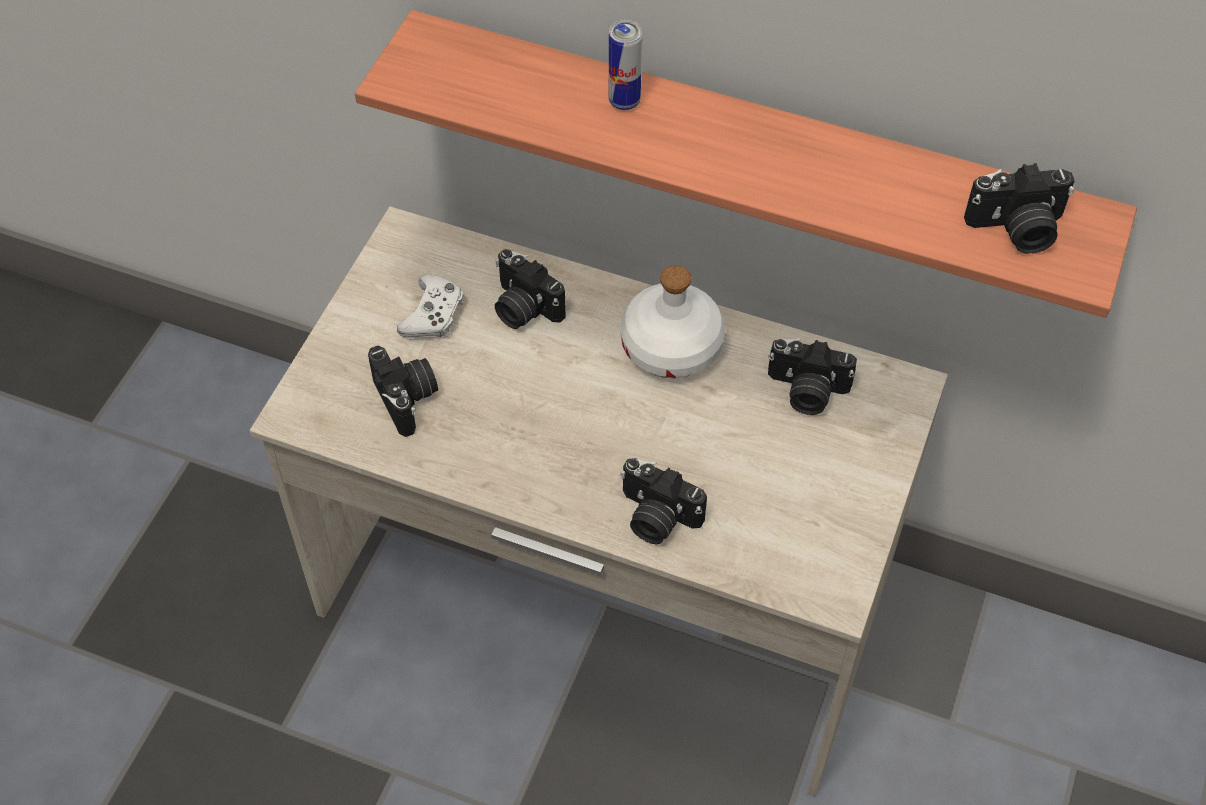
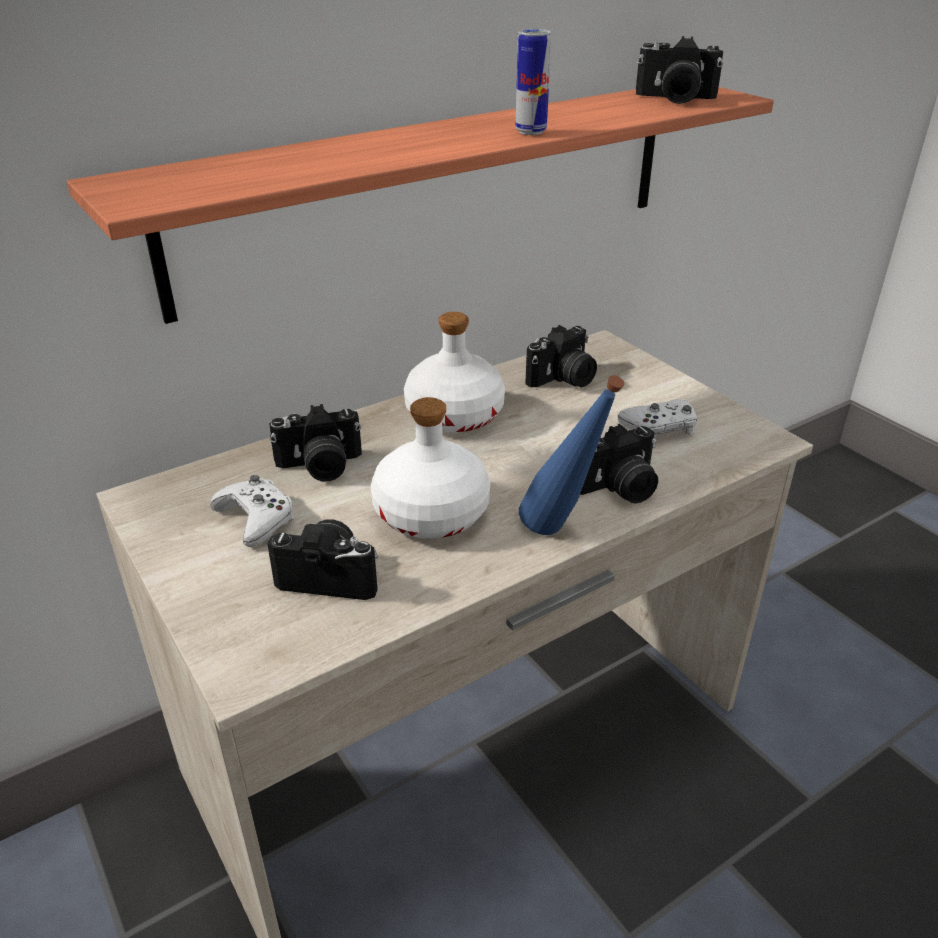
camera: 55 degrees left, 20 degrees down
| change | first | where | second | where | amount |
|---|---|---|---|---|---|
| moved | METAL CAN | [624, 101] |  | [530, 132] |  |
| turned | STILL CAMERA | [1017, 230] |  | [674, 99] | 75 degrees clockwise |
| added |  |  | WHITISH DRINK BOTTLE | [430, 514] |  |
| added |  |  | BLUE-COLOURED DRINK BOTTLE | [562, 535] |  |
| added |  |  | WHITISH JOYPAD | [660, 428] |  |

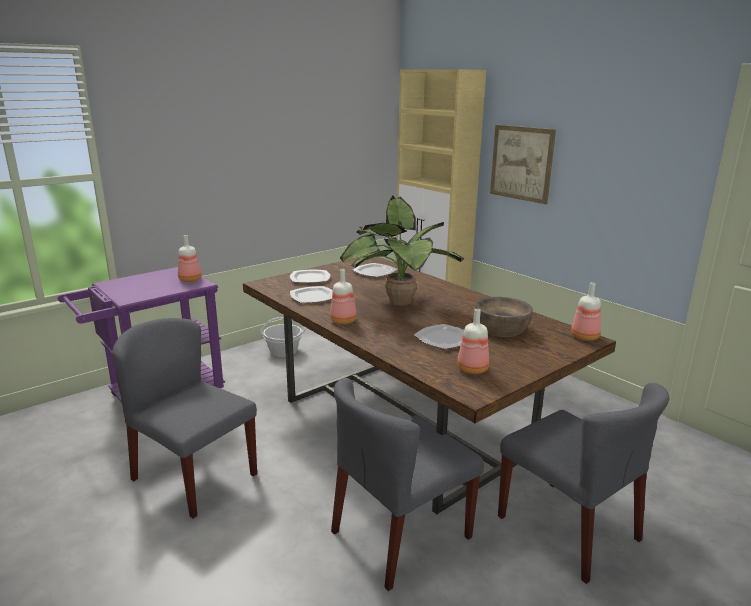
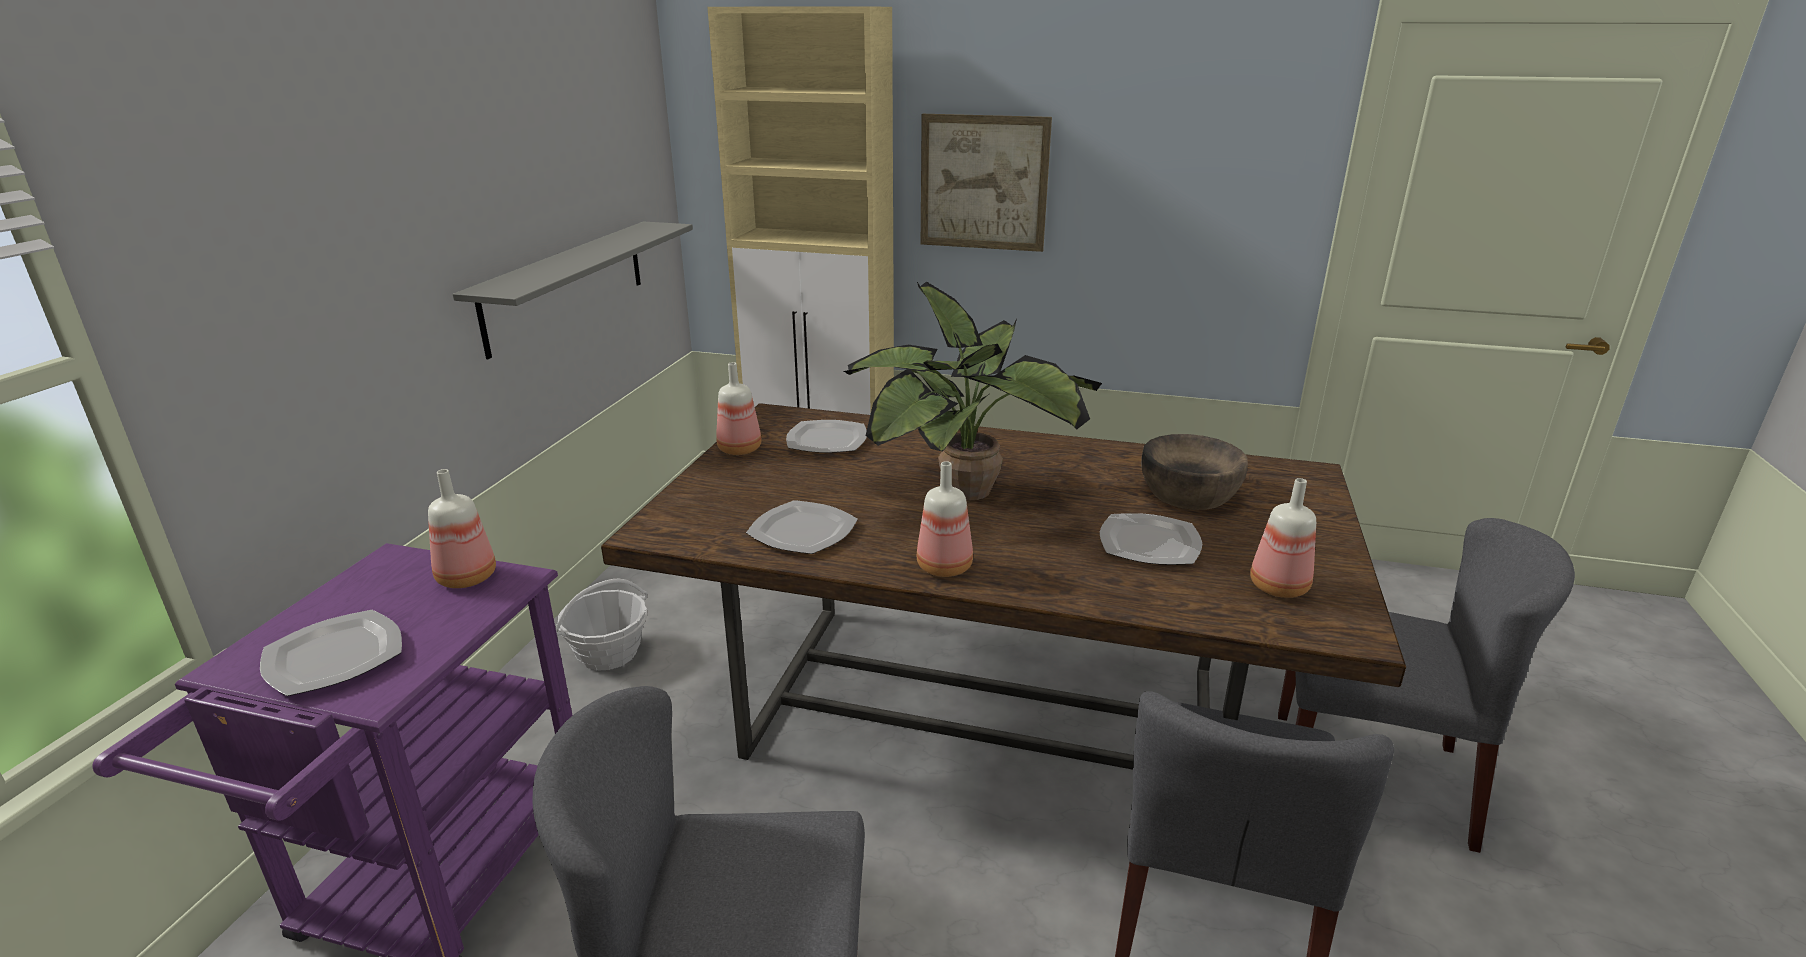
camera: 35 degrees left, 5 degrees up
| change | first | where | second | where | amount |
|---|---|---|---|---|---|
| moved | FLAT DISH | [310, 278] |  | [335, 655] |  |
| moved | DRINK BOTTLE | [585, 337] |  | [740, 449] |  |
| added |  |  | GREY BRACKET SHELF | [566, 285] |  |

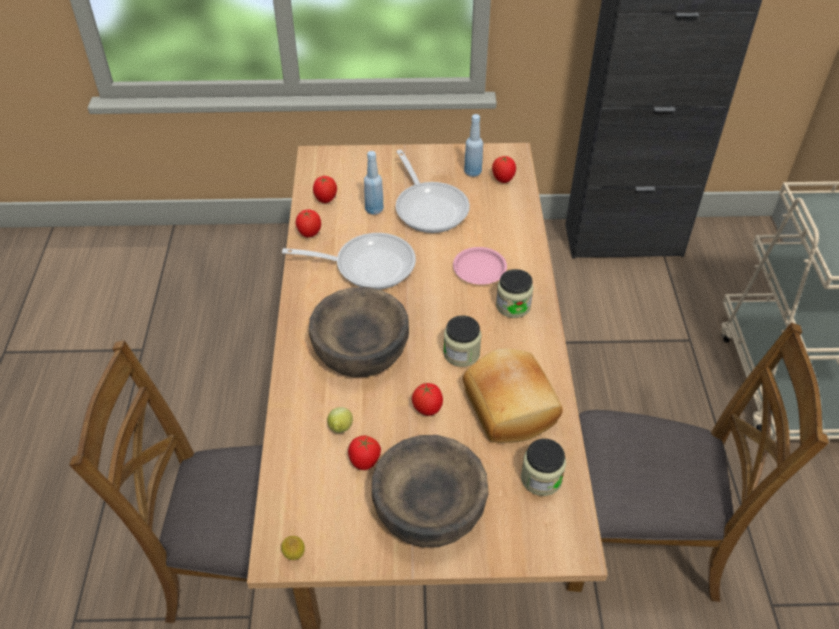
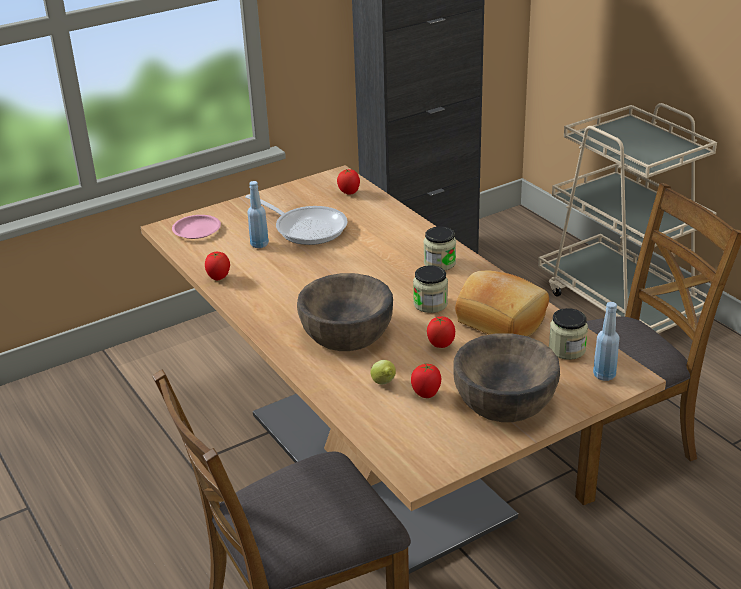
camera: 30 degrees left, 15 degrees down
| change | first | where | second | where | amount |
|---|---|---|---|---|---|
| removed | CITRUS FRUIT | [294, 556] |  |  |  |
| removed | PAN | [368, 265] |  |  |  |
| removed | FRESH TOMATO | [325, 200] |  |  |  |
| moved | PINKISH FLAT DISH | [479, 269] |  | [196, 230] |  |
| moved | BLUE-COLOURED DRINK BOTTLE | [472, 172] |  | [604, 375] |  |

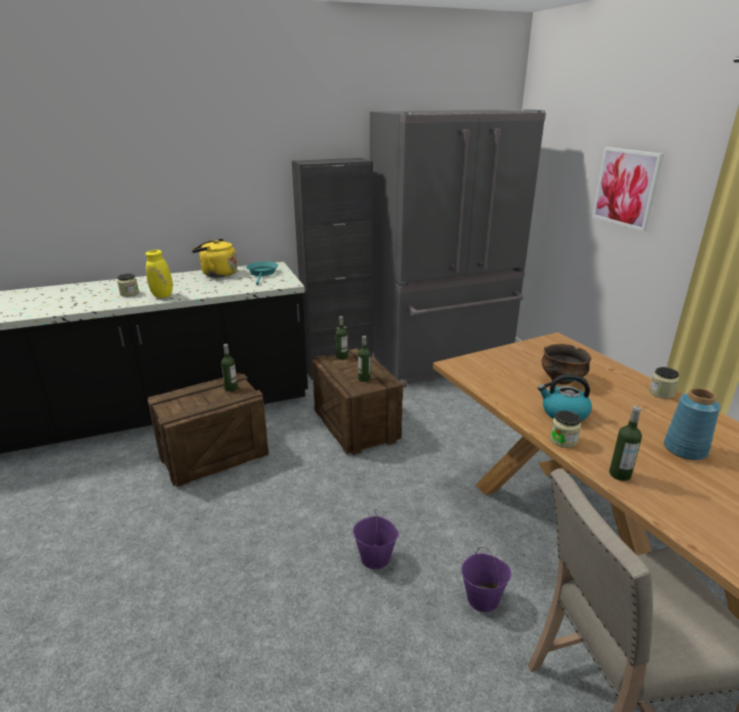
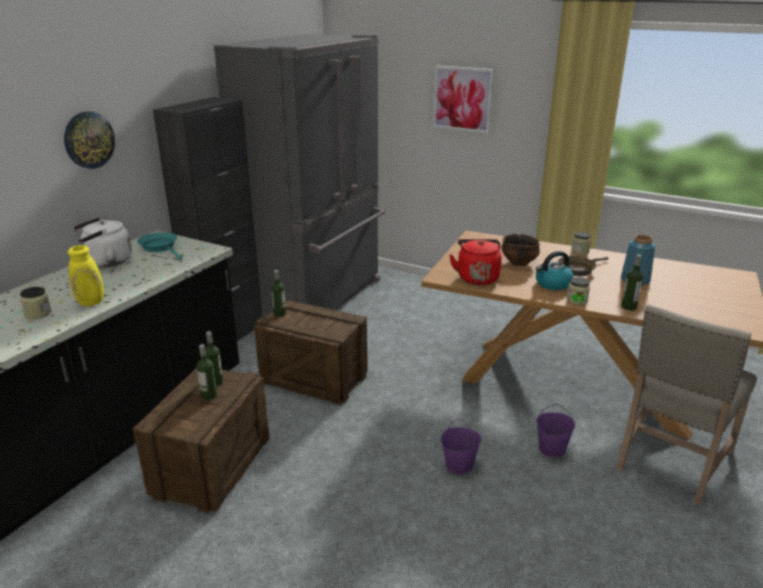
camera: 40 degrees left, 0 degrees up
| change | first | where | second | where | amount |
|---|---|---|---|---|---|
| recoloured | YELLOW-COLOURED WATER KETTLE | [217, 274] | WHITISH WATER KETTLE | [106, 262] |  |
| moved | DRINK BOTTLE | [364, 379] |  | [209, 396] |  |
| added |  |  | HANGING CLOCK | [89, 140] |  |
| added |  |  | REDDISH WATER KETTLE | [477, 277] |  |
| added |  |  | BROWNISH PAN | [578, 269] |  |

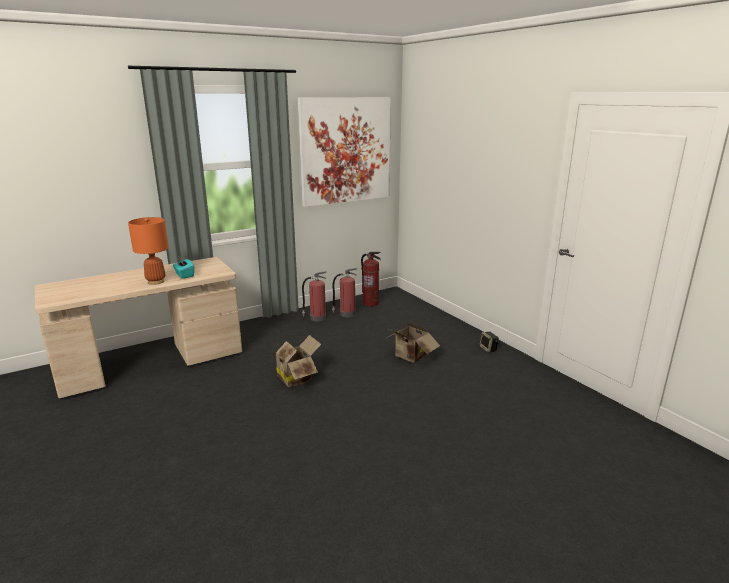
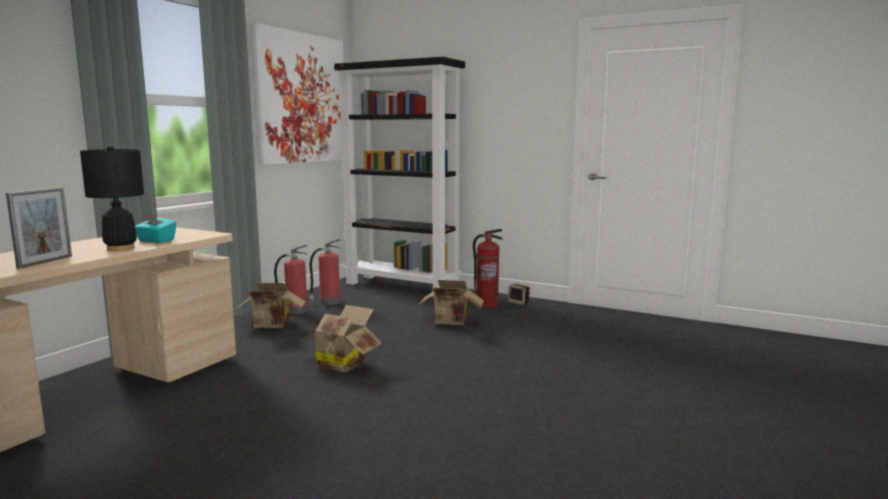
camera: 30 degrees left, 10 degrees down
| change | first | where | second | where | amount |
|---|---|---|---|---|---|
| recoloured | ORANGEY TABLETOP LAMP | [156, 282] | BLACKISH TABLETOP LAMP | [121, 248] |  |
| moved | FIRE-FIGHTING CYLINDER | [370, 303] |  | [487, 304] |  |
| added |  |  | PHOTO FRAME | [45, 262] |  |
| added |  |  | CARDBOARD BOX | [272, 325] |  |
| added |  |  | BLACKISH BOOKCASE | [403, 286] |  |

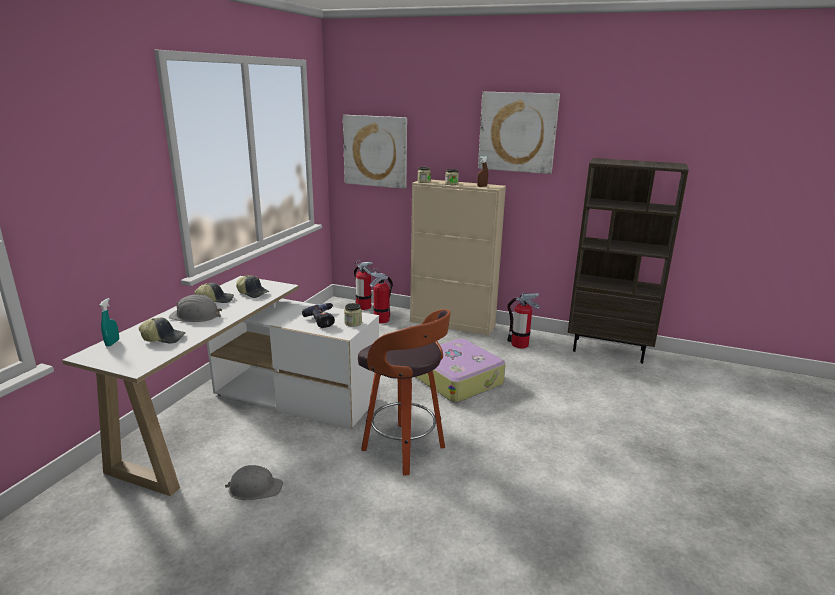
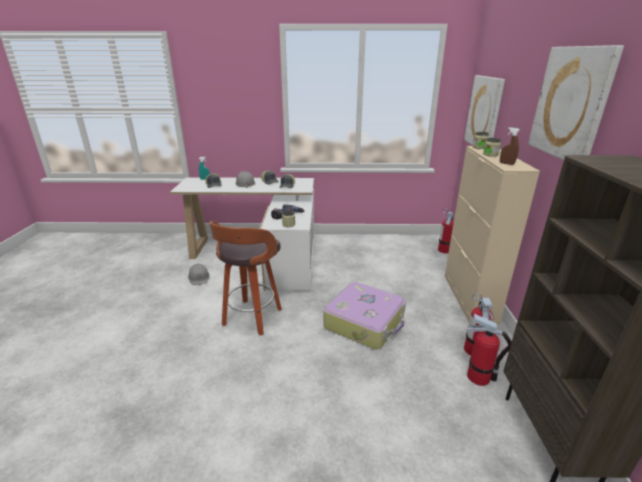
camera: 70 degrees right, 5 degrees up
| change | first | where | second | where | amount |
|---|---|---|---|---|---|
| moved | FIRE-FIGHTING CYLINDER | [381, 320] |  | [478, 377] |  |

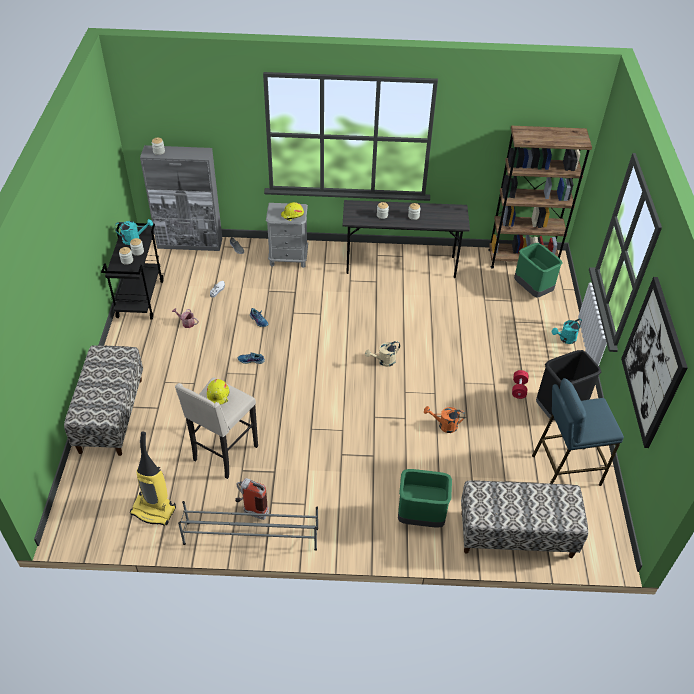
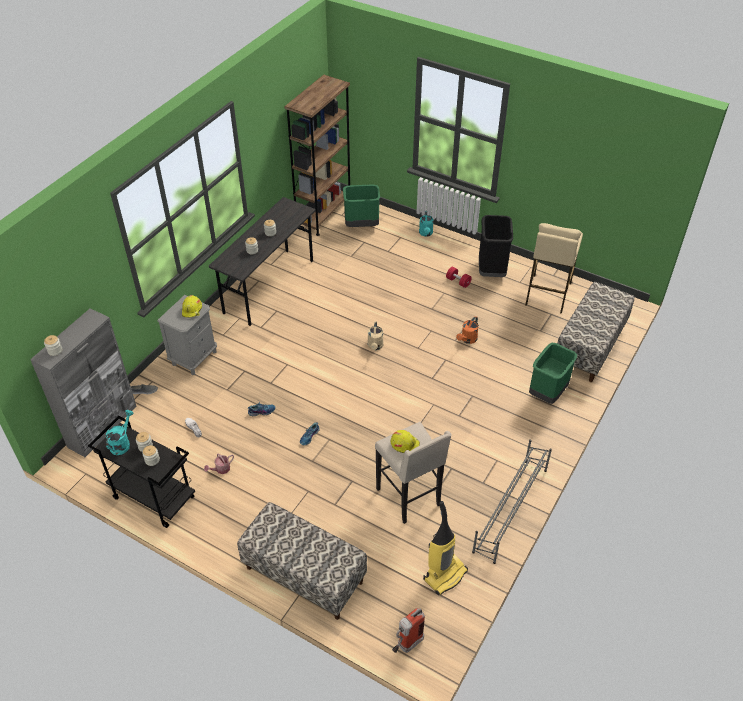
camera: 60 degrees left, 0 degrees up
| change | first | where | second | where | amount |
|---|---|---|---|---|---|
| moved | FIRE-FIGHTING CYLINDER | [251, 511] |  | [406, 645] |  |
| recoloured | BLUE-COLOURED SITTING STOOL | [565, 469] | BEIGE SITTING STOOL | [547, 294] |  |
| removed | WALL ART | [653, 362] |  |  |  |

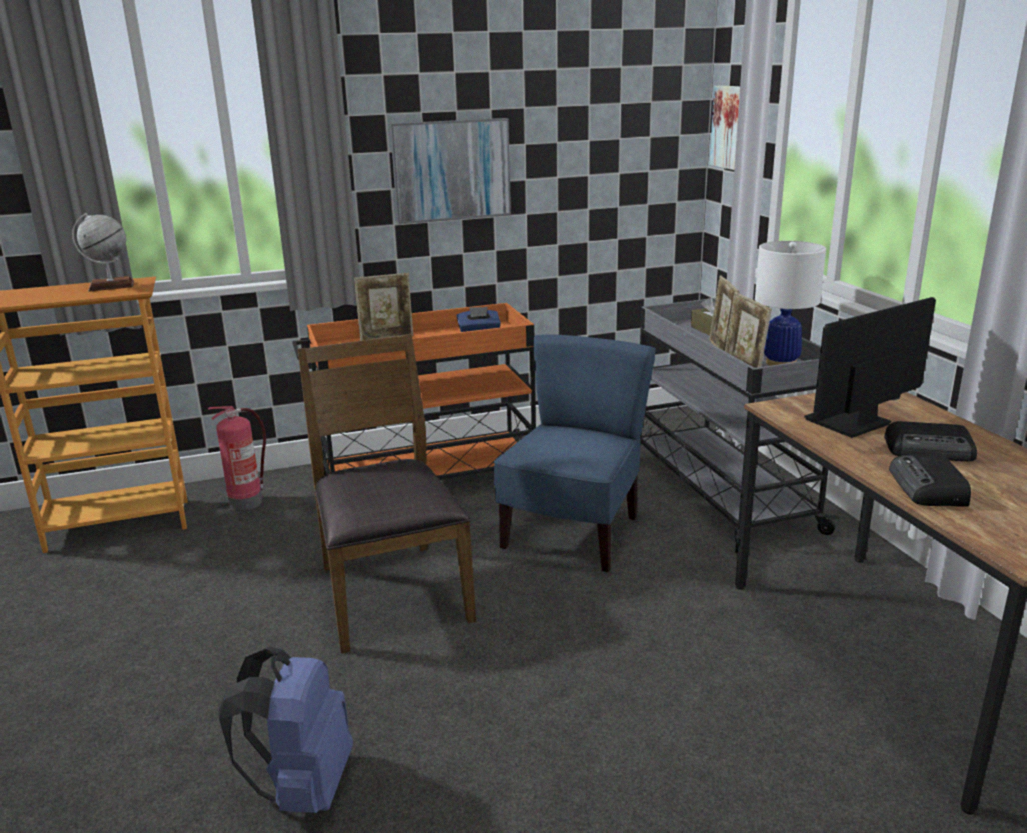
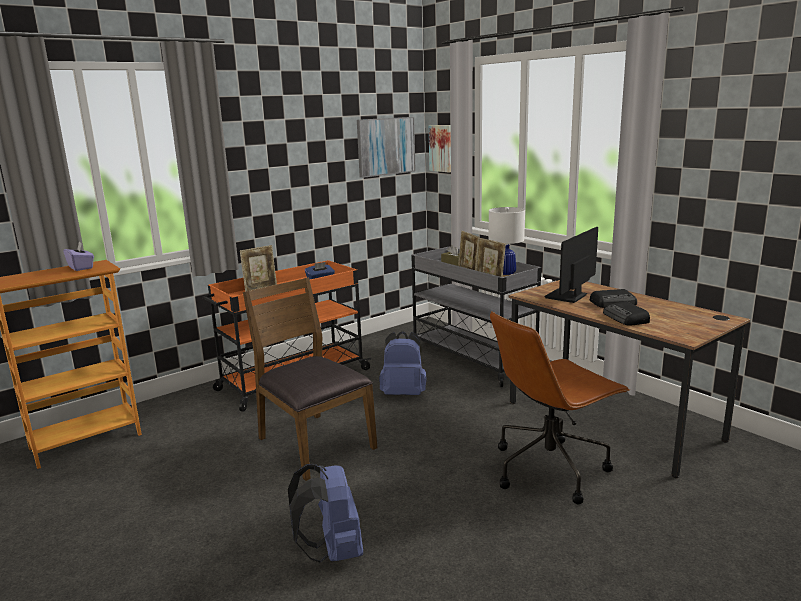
camera: 20 degrees left, 5 degrees down
| change | first | where | second | where | amount |
|---|---|---|---|---|---|
| replaced | GLOBE | [111, 286] | PURPLISH TISSUE HOLDER | [81, 267] |  |
| removed | FIRE-FIGHTING CYLINDER | [247, 501] |  |  |  |
| moved | WALL ART | [451, 170] |  | [385, 146] |  |
| replaced | BLUE-COLOURED CHAIR | [573, 534] | BLUE-COLOURED KNAPSACK | [404, 393] |  |
| added |  |  | BROWNISH COMPUTER CHAIR | [550, 468] |  |

